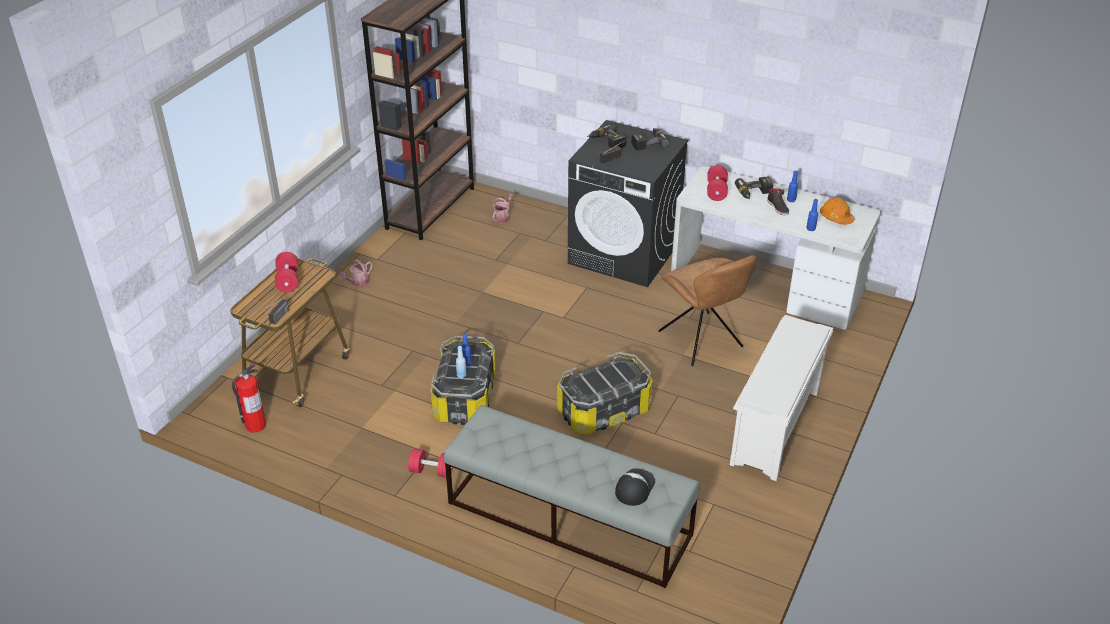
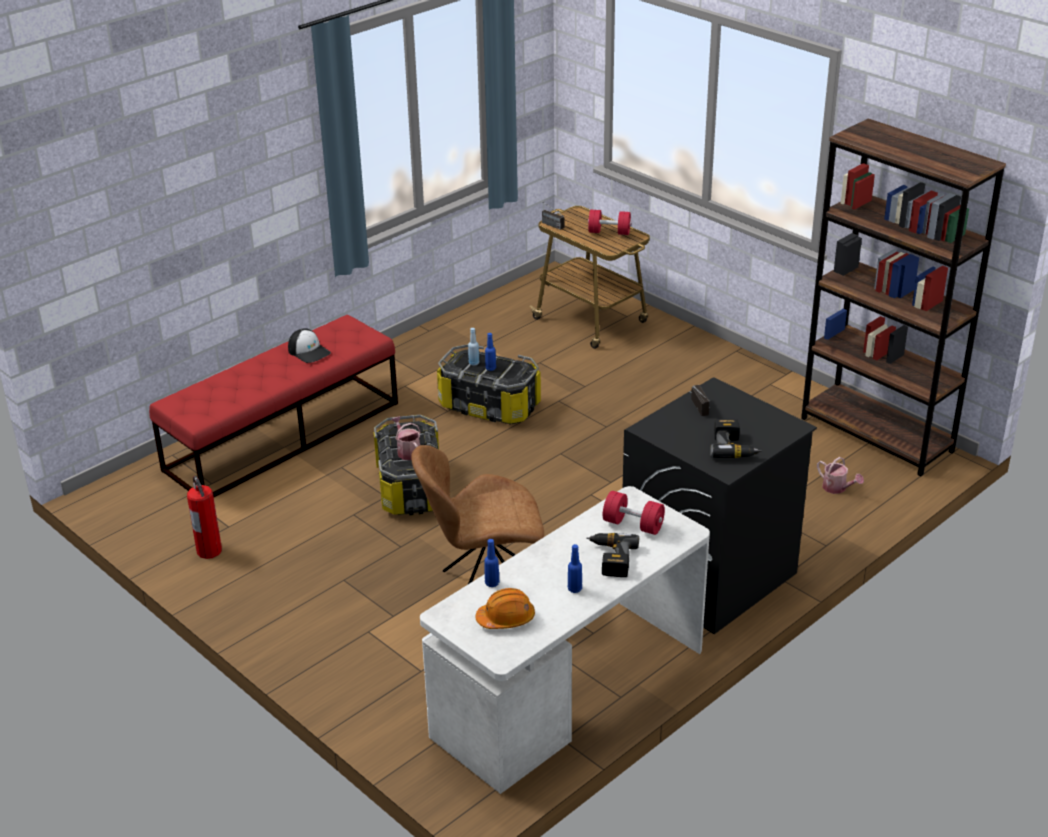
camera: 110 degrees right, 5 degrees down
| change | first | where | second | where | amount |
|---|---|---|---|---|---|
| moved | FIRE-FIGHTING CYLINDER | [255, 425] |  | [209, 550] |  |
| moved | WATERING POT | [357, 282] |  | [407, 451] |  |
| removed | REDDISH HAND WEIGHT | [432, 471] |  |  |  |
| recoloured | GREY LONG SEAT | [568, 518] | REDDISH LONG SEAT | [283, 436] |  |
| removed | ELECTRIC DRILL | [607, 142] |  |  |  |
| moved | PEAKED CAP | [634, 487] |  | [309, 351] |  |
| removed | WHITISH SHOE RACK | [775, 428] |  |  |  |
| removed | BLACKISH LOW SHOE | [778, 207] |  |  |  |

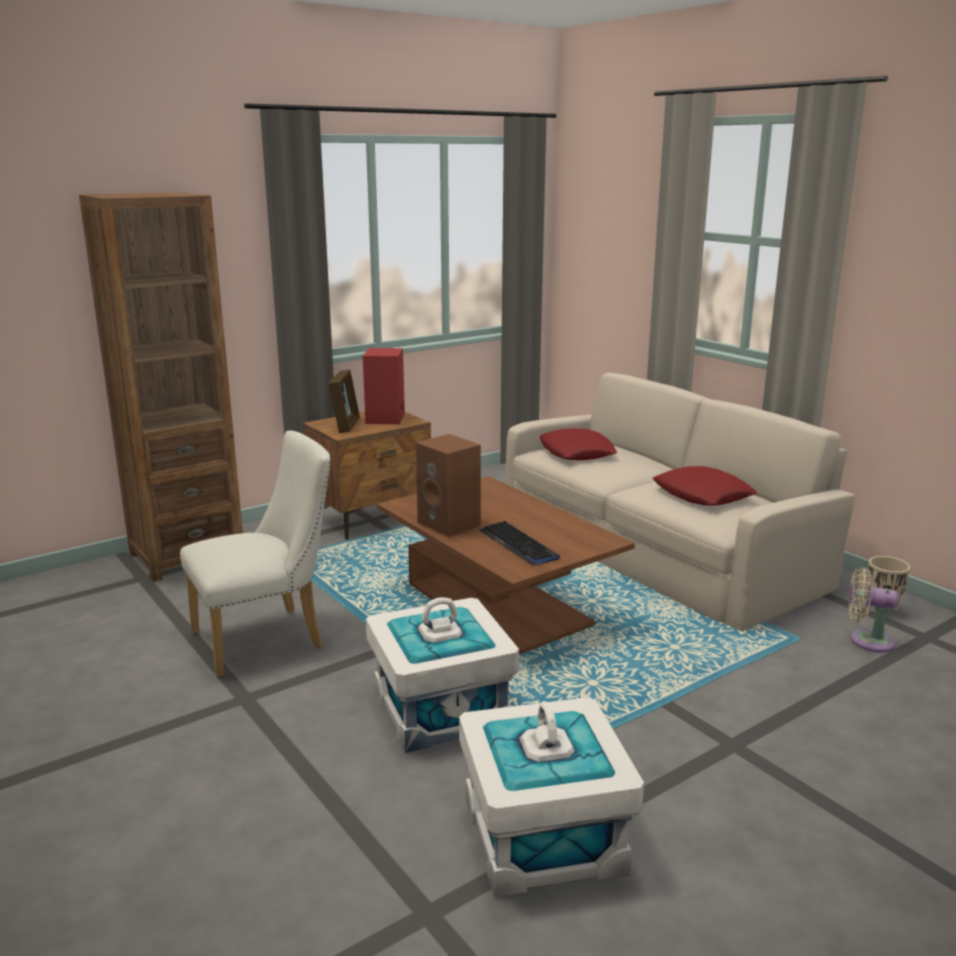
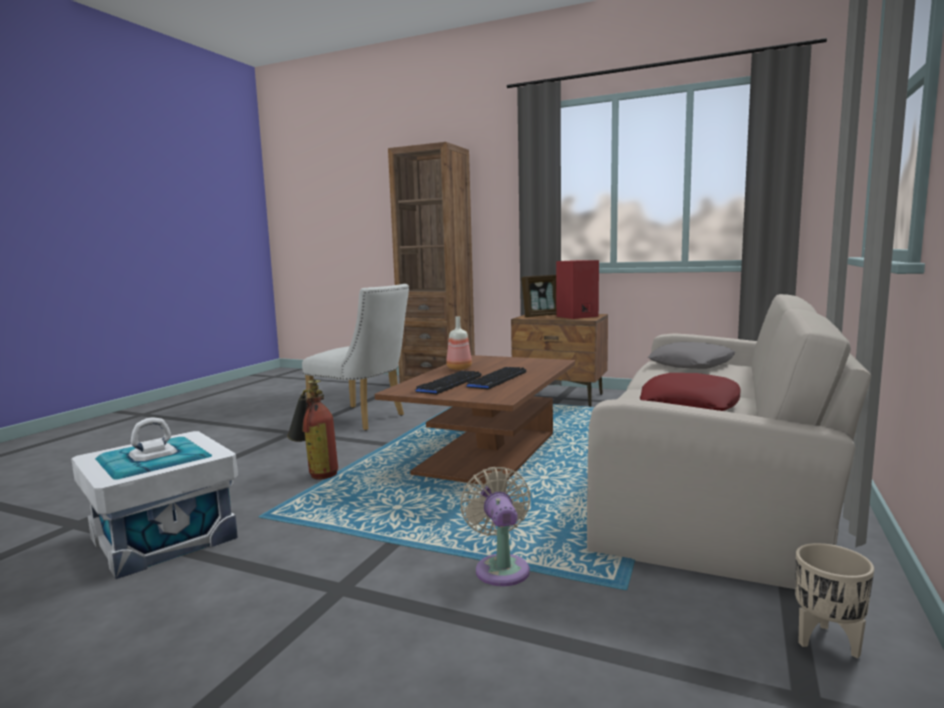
camera: 60 degrees right, 10 degrees down
| change | first | where | second | where | amount |
|---|---|---|---|---|---|
| replaced | WHITISH STORAGE BOX | [441, 709] | FIRE-FIGHTING CYLINDER | [315, 473] |  |
| replaced | BROWNISH AUDIO SPEAKER | [450, 524] | DRINK BOTTLE | [459, 368] |  |
| recoloured | REDDISH PILLOW | [577, 452] | GREY PILLOW | [691, 364] |  |
| moved | BEIGE FAN | [866, 640] |  | [501, 567] |  |
| added |  |  | COMPUTER KEYBOARD | [496, 379] |  |

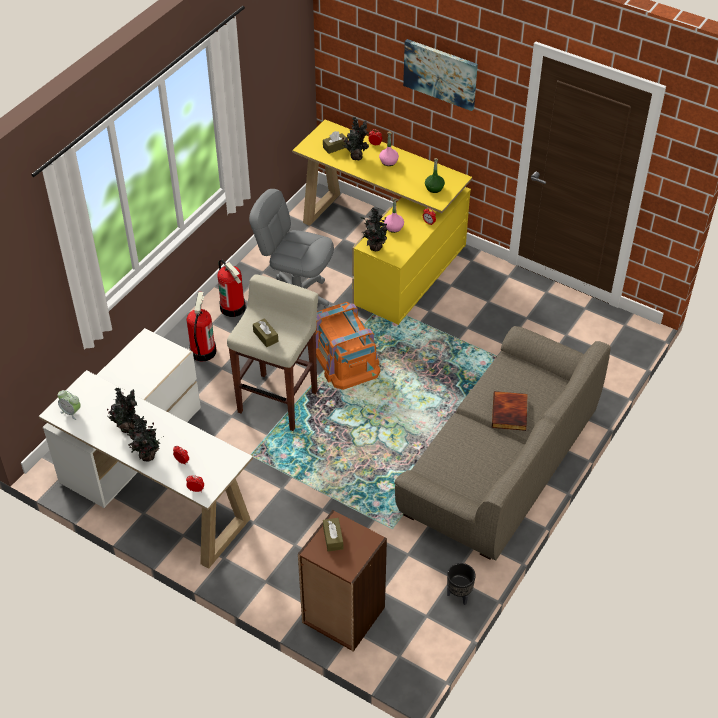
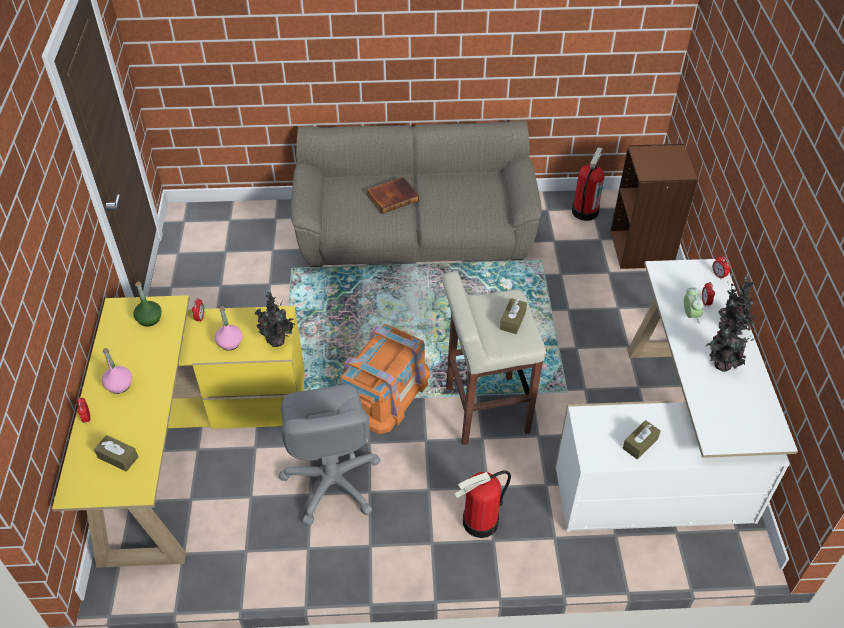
camera: 125 degrees left, 0 degrees up
| change | first | where | second | where | amount |
|---|---|---|---|---|---|
| moved | ALARM CLOCK | [71, 412] |  | [690, 315] |  |
| moved | FIRE-FIGHTING CYLINDER | [233, 307] |  | [584, 211] |  |
| moved | BROWNISH TISSUE HOLDER | [333, 538] |  | [640, 444] |  |
| removed | POTTED PLANT | [356, 156] |  |  |  |
| removed | WALL ART | [440, 74] |  |  |  |
| removed | BLACKISH PLANT POT | [459, 595] |  |  |  |

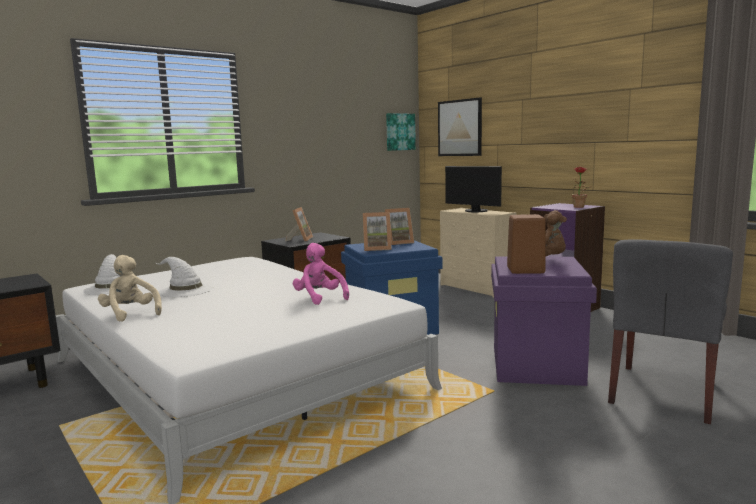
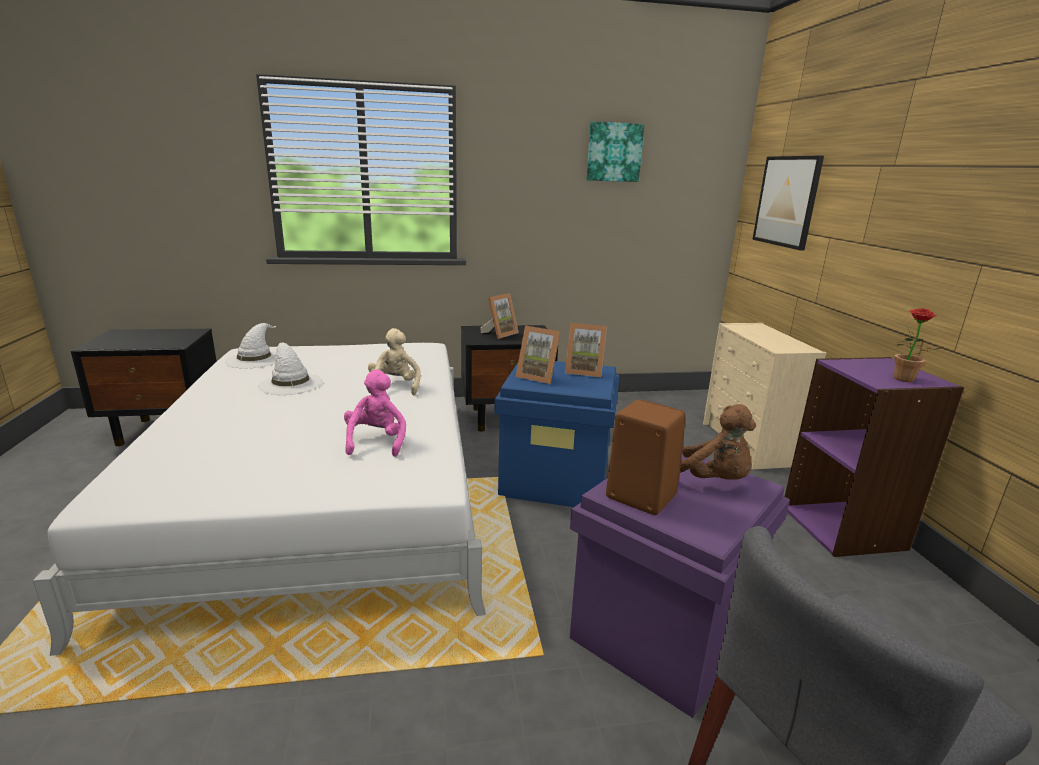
camera: 30 degrees right, 10 degrees up
| change | first | where | second | where | amount |
|---|---|---|---|---|---|
| moved | BEIGE SOFT TOY | [130, 314] |  | [395, 386] |  |
| moved | WALL ART | [399, 132] |  | [614, 152] |  |
| removed | COMPUTER DISPLAY | [475, 211] |  |  |  |

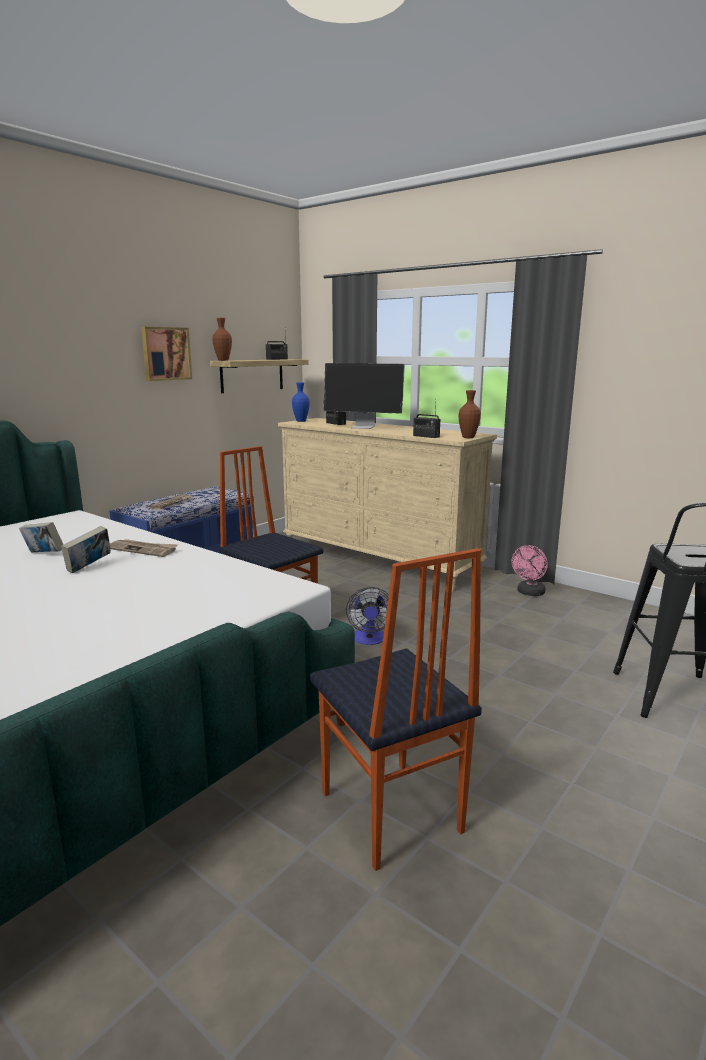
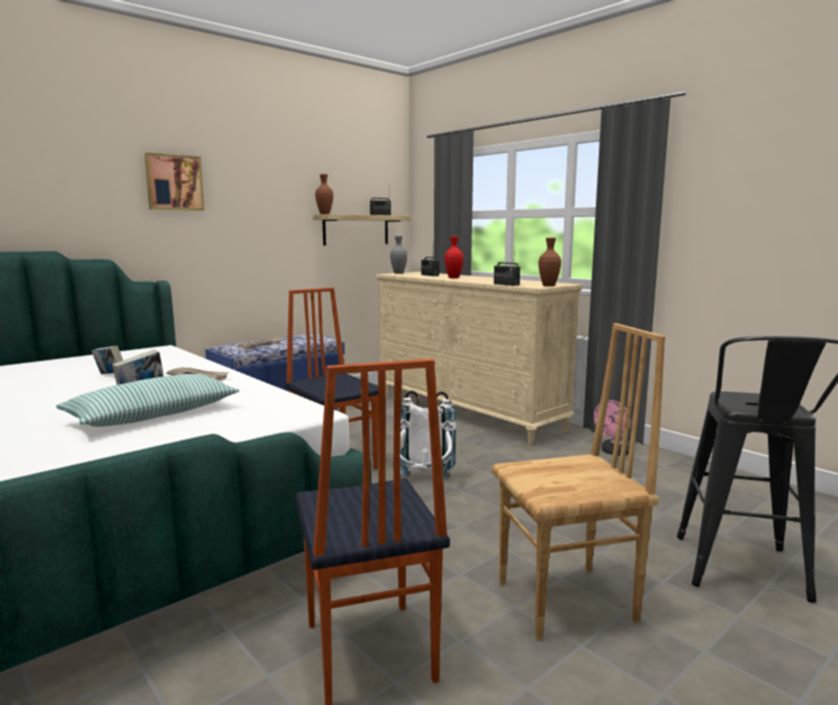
camera: 10 degrees right, 5 degrees down
| change | first | where | second | where | amount |
|---|---|---|---|---|---|
| moved | WALL ART | [165, 353] |  | [174, 182] |  |
| recoloured | BLUE-COLOURED DECORATIVE VASE | [301, 421] | GREY DECORATIVE VASE | [398, 273] |  |
| replaced | COMPUTER DISPLAY | [364, 427] | REDDISH DECORATIVE VASE | [453, 278] |  |
| replaced | FAN | [369, 640] | WHITISH KNAPSACK | [424, 484] |  |
| added |  |  | PILLOW | [154, 415] |  |
| added |  |  | BROWNISH CHAIR | [568, 602] |  |

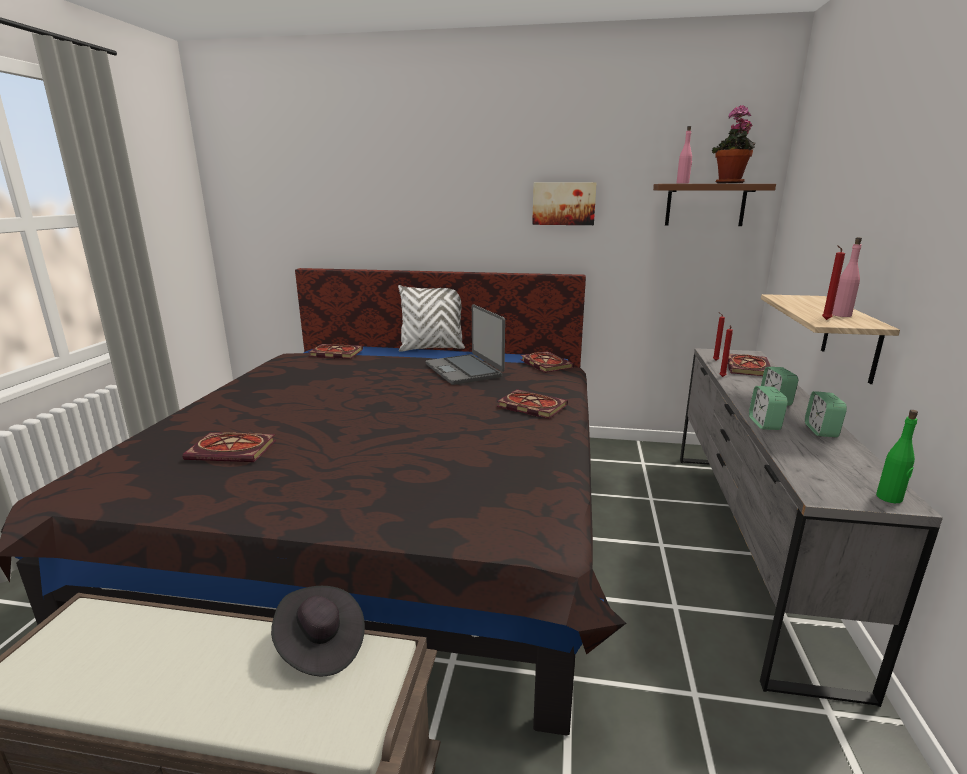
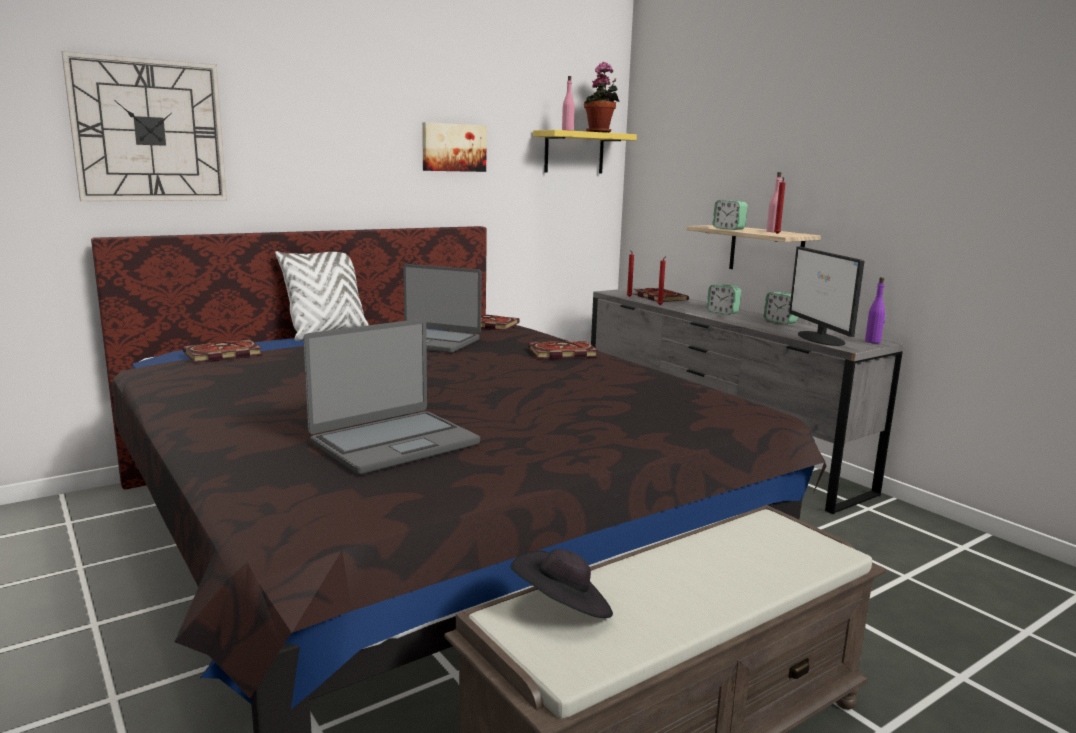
camera: 45 degrees left, 5 degrees down
| change | first | where | second | where | amount |
|---|---|---|---|---|---|
| replaced | VOLUME | [234, 450] | NOTEBOOK COMPUTER | [394, 443] |  |
| moved | BLACKISH HAT | [320, 646] |  | [563, 609] |  |
| recoloured | BROWNISH BRACKET SHELF | [705, 205] | YELLOW-COLOURED BRACKET SHELF | [574, 152] |  |
| moved | ALARM CLOCK | [764, 424] |  | [728, 229] |  |
| recoloured | GREEN-COLOURED DRINK BOTTLE | [889, 498] | PURPLISH DRINK BOTTLE | [873, 341] |  |
| added |  |  | HANGING CLOCK | [149, 131] |  |
| added |  |  | COMPUTER DISPLAY | [821, 338] |  |

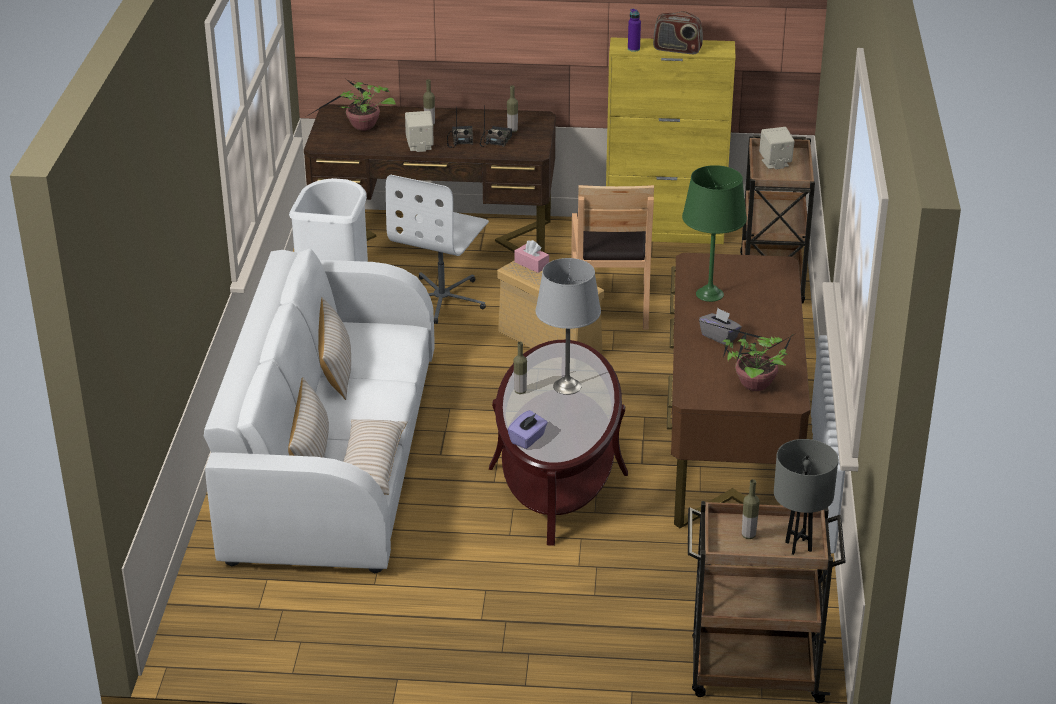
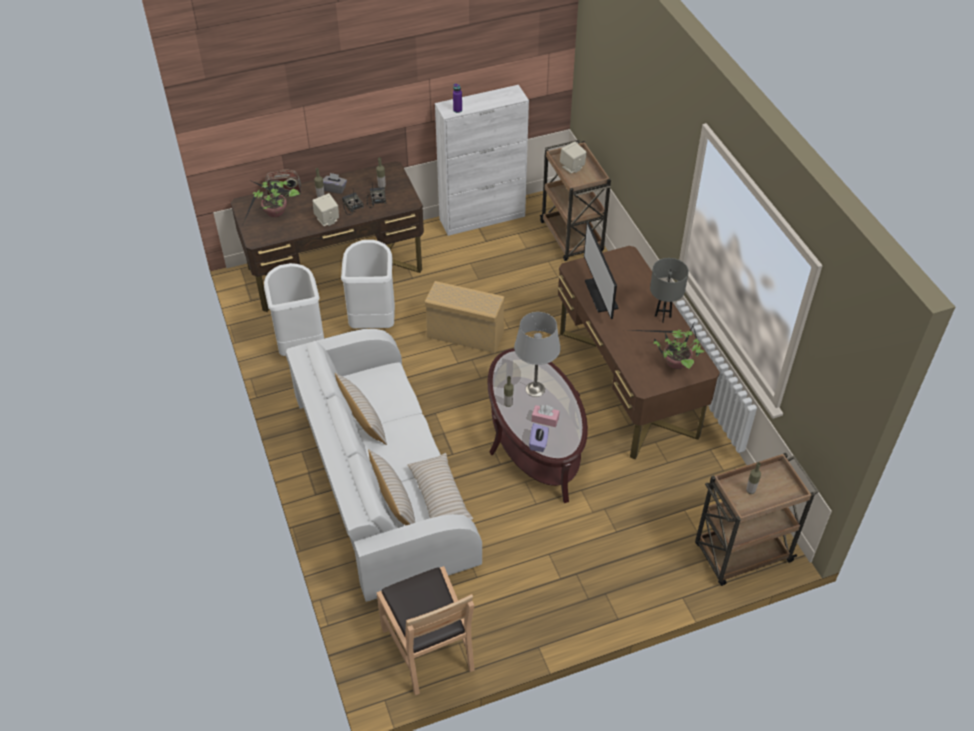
camera: 25 degrees left, 15 degrees up
| change | first | where | second | where | amount |
|---|---|---|---|---|---|
| replaced | WHITISH COMPUTER CHAIR | [443, 299] | WHITISH TRASH CAN | [372, 321] |  |
| moved | PINKISH TISSUE HOLDER | [531, 264] |  | [545, 419] |  |
| moved | BROWNISH CHAIR | [611, 304] |  | [428, 648] |  |
| recoloured | YELLOW-COLOURED CABINET | [665, 232] | WHITISH CABINET | [483, 218] |  |
| moved | RADIO | [677, 49] |  | [284, 193] |  |
| replaced | GREEN-COLOURED TABLETOP LAMP | [710, 294] | COMPUTER DISPLAY | [601, 294] |  |
| moved | GREY TISSUE HOLDER | [719, 336] |  | [335, 189] |  |
| moved | GREY TABLETOP LAMP | [798, 546] |  | [663, 316] |  |

